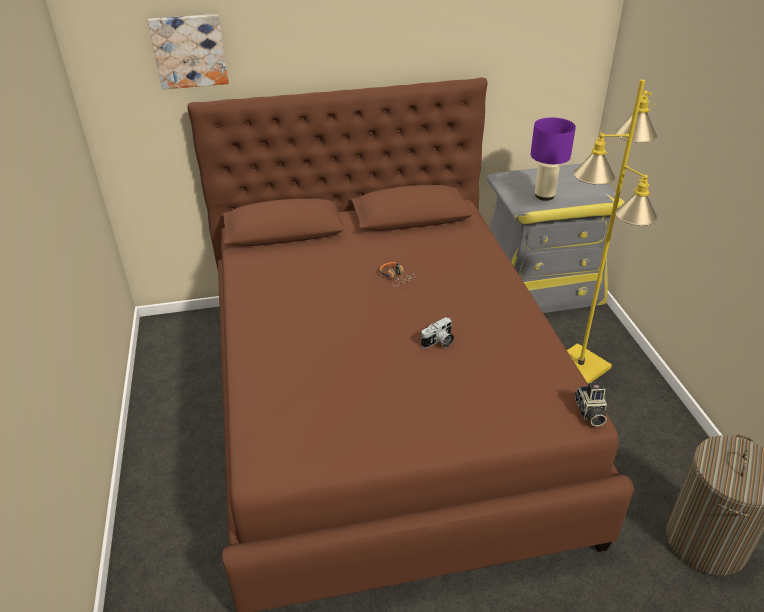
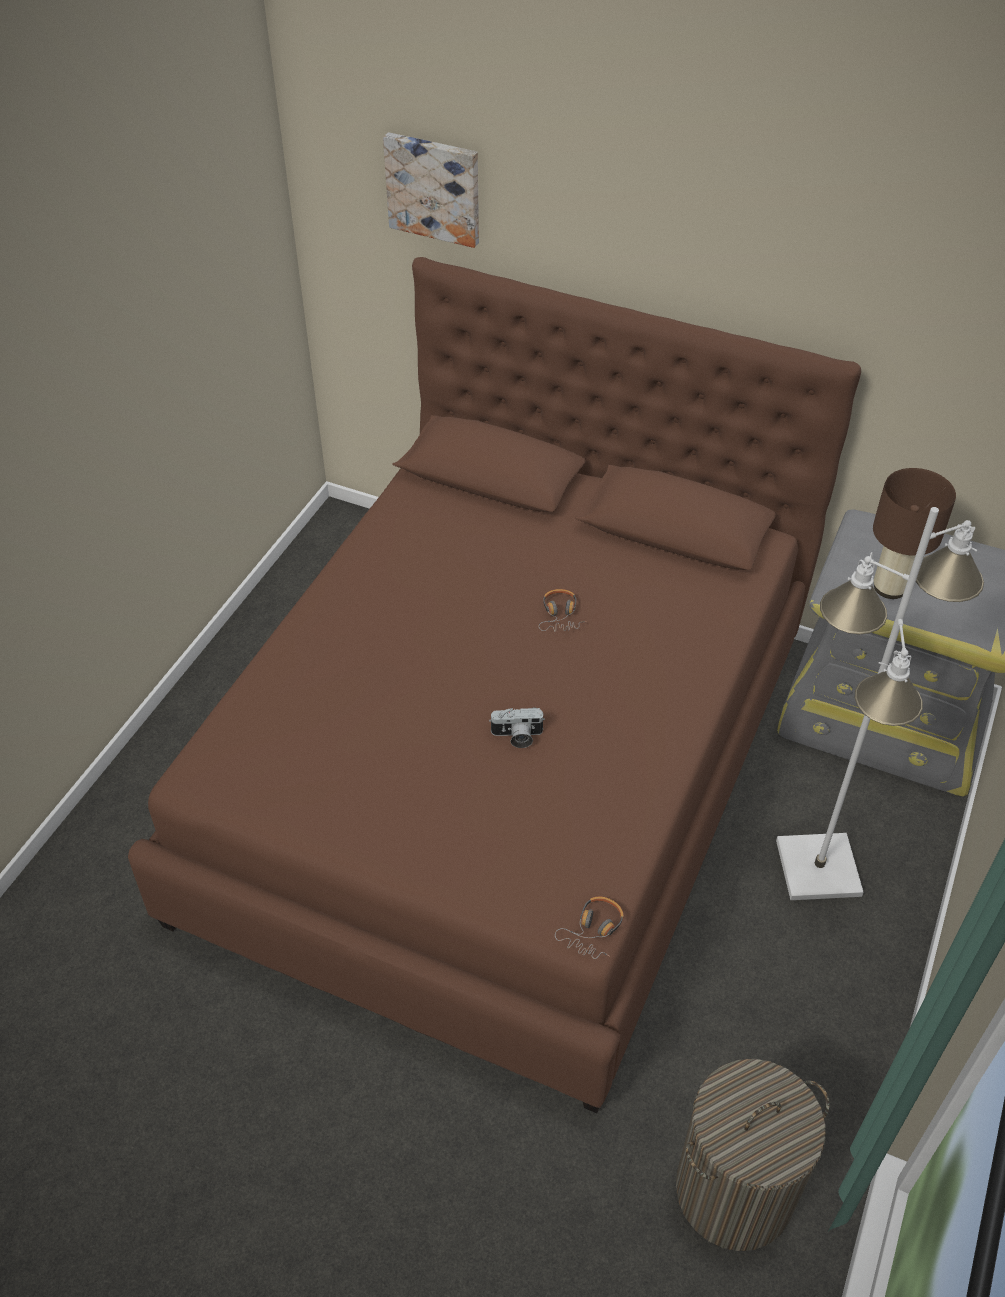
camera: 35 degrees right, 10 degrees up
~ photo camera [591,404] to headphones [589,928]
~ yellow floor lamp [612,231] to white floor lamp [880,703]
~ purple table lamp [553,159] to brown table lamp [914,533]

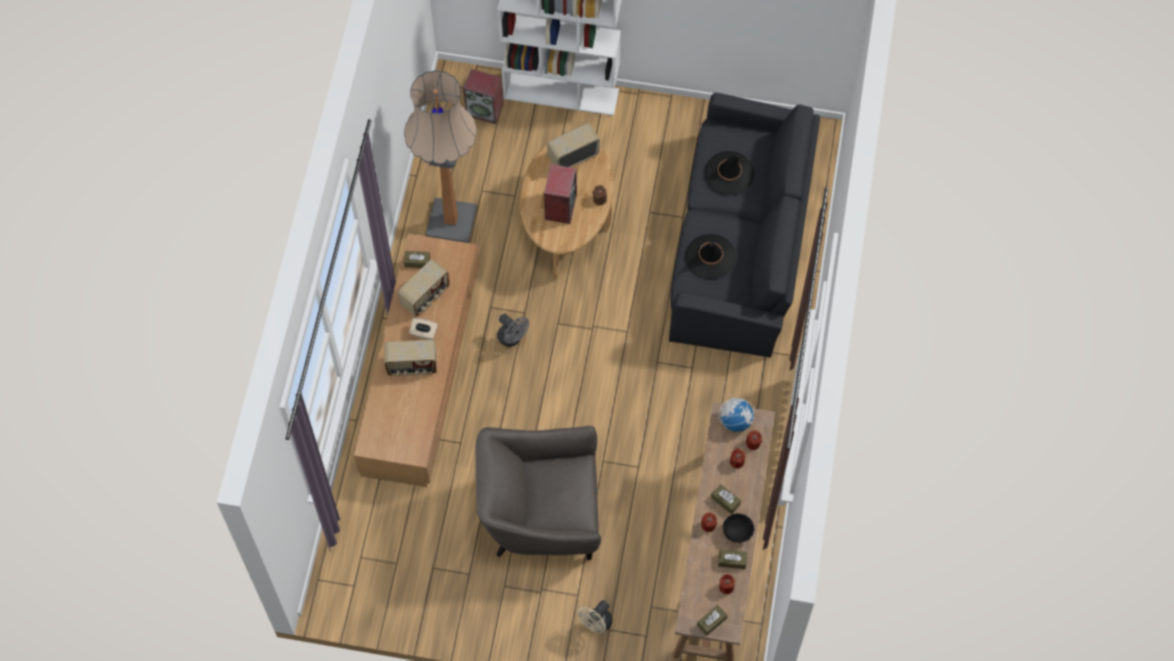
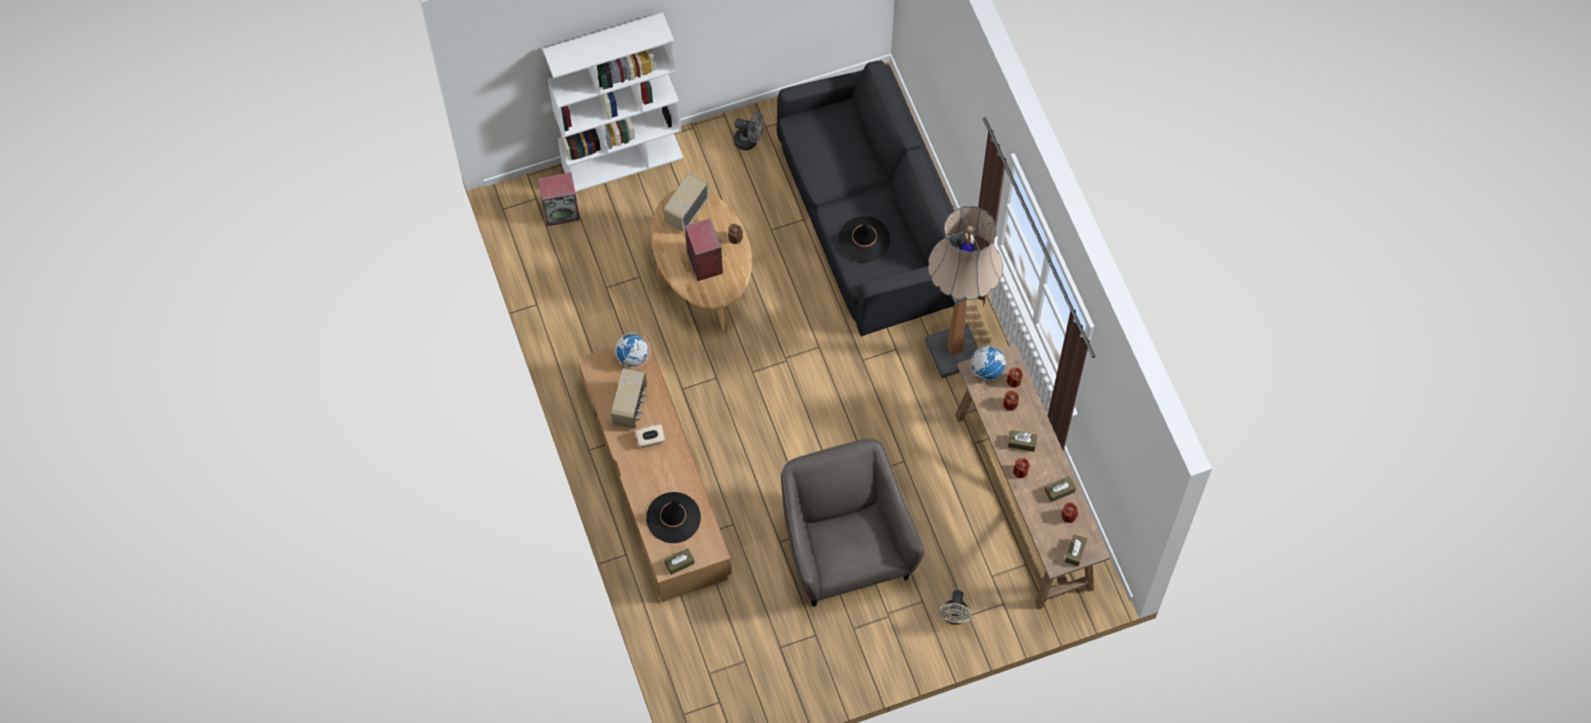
camera: 30 degrees left, 0 degrees up
+ globe [633,350]
~ black hat [729,173] to [673,517]
~ brown tissue box [417,259] to [679,561]
~ grey fan [513,330] to [749,131]
~ grey armchair [538,493] = [852,523] 105 degrees clockwise
~ floor lamp [440,156] to [964,292]
- radio [410,358]
- black bowl [738,528]

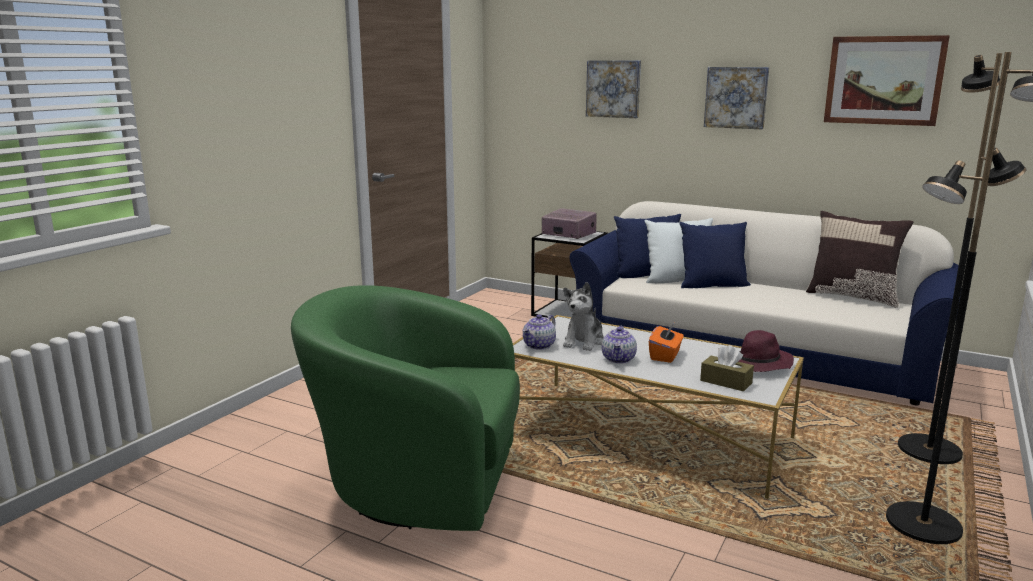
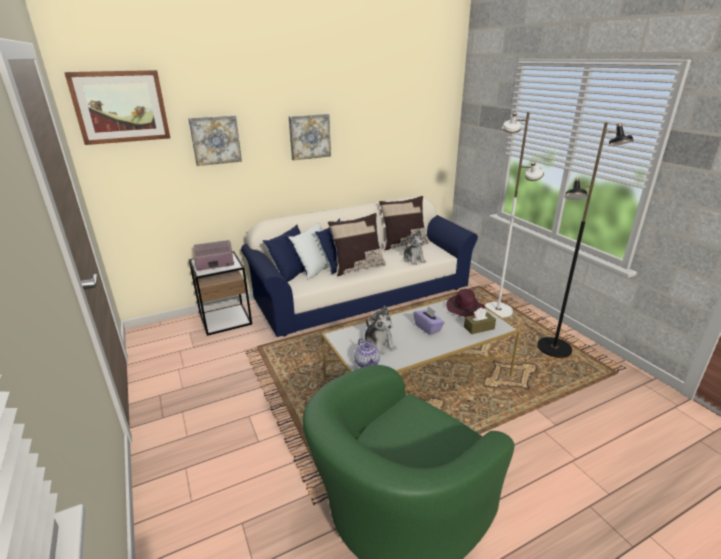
camera: 55 degrees left, 10 degrees up
~ picture [887,80] to [117,107]
+ pillow [357,245]
+ plush toy [414,247]
~ orange tissue box [666,342] to purple tissue box [428,320]
~ black floor lamp [962,258] to white floor lamp [514,215]
- teapot [619,345]

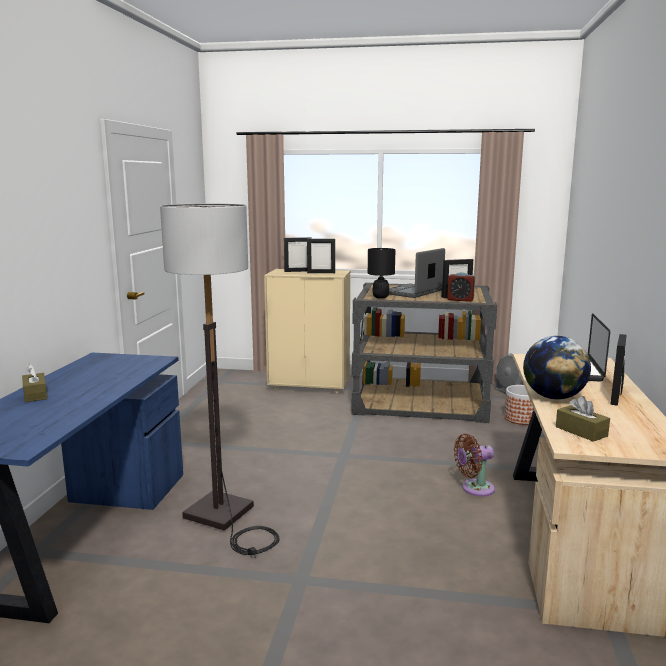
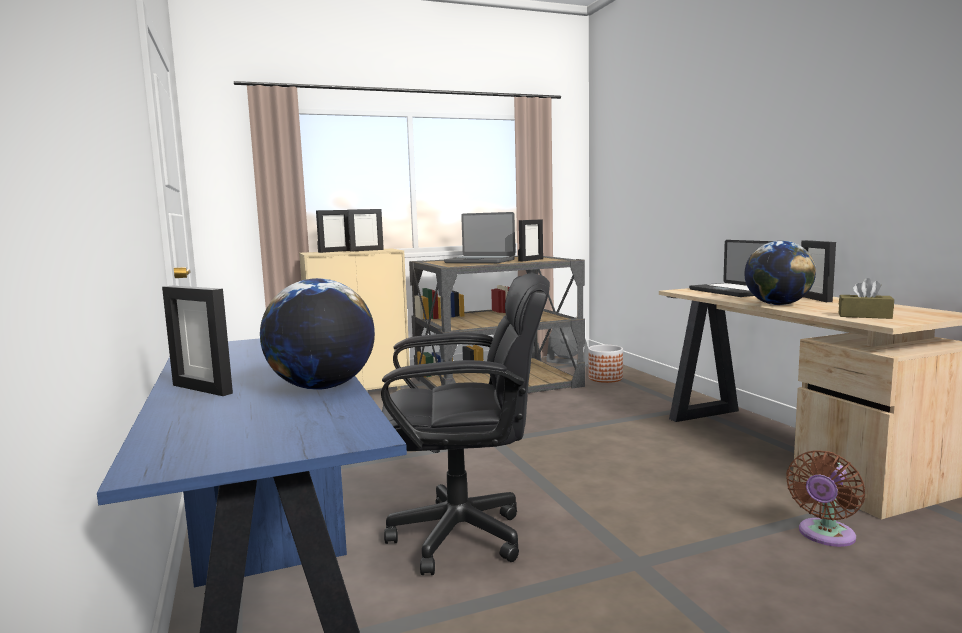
camera: 30 degrees left, 5 degrees down
~ brown tissue box [35,383] to picture frame [197,340]
+ globe [317,334]
~ floor lamp [220,381] to black office chair [465,424]
~ laptop [417,273] = [479,237] 75 degrees counterclockwise
~ brown fan [474,465] to [825,498]
- black table lamp [382,273]
- alarm clock [461,287]

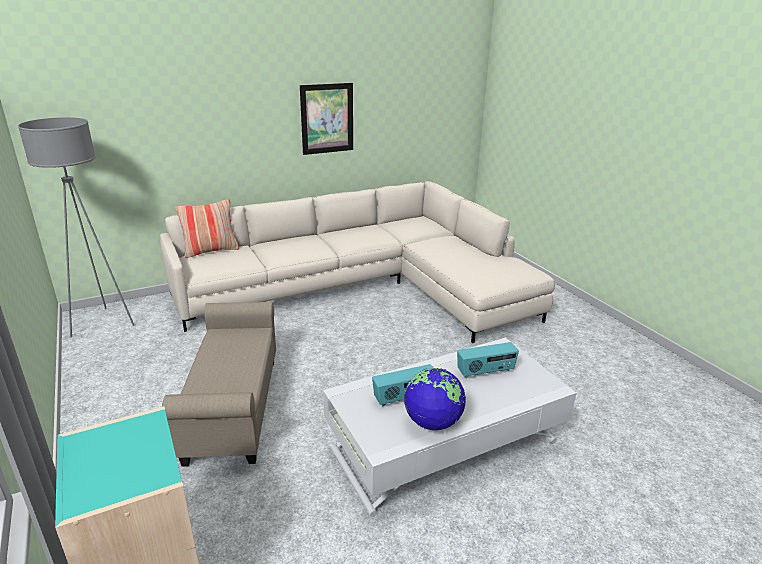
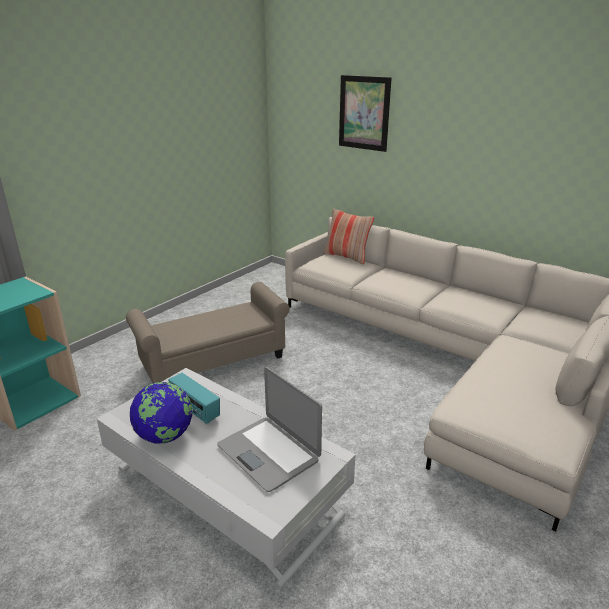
camera: 65 degrees right, 0 degrees up
~ radio [488,360] to laptop [269,429]
~ picture [326,119] to [365,113]
- grey floor lamp [76,227]

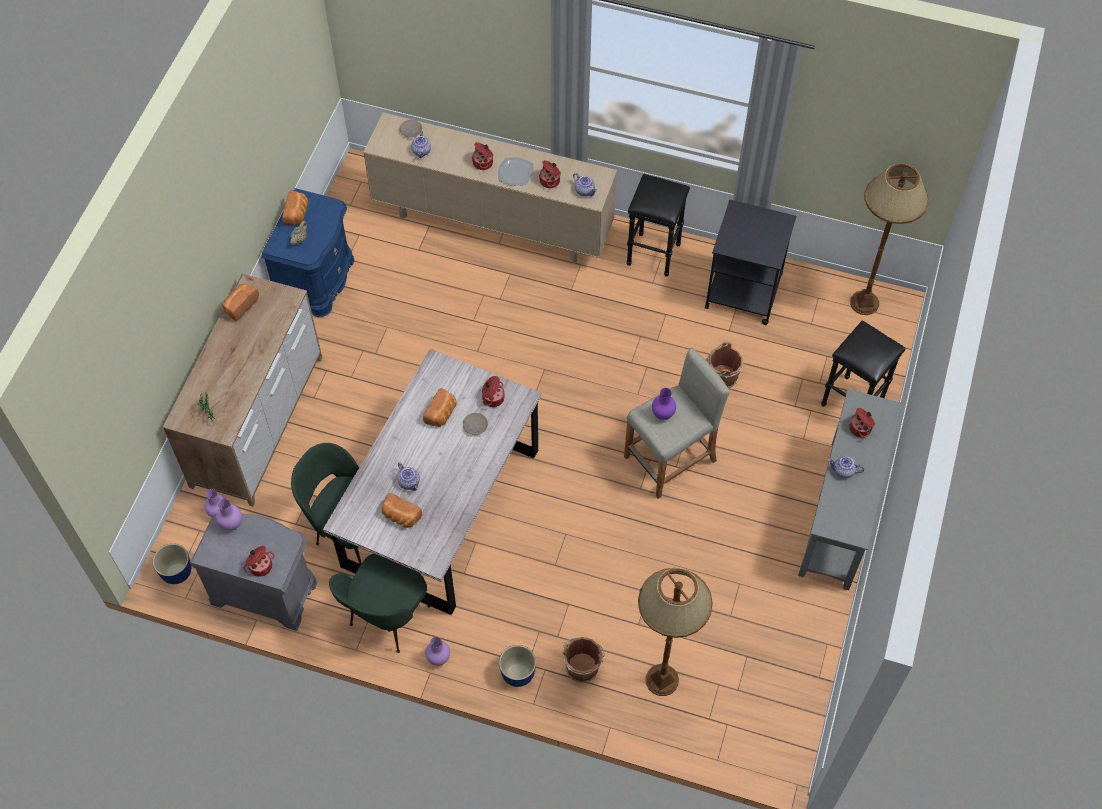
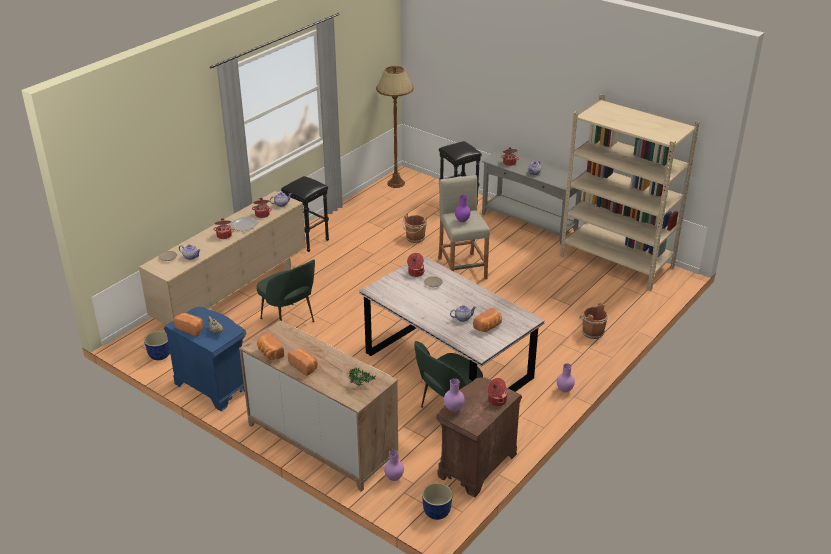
camera: 70 degrees left, 25 degrees down
~ planter [517,666] to [157,345]
~ green chair [380,603] to [286,290]
~ bread [440,407] to [303,362]
~ grey nightstand [253,572] to brown nightstand [479,437]
+ beige bookcase [629,192]
- brown floor lamp [675,632]
- black cart [750,262]

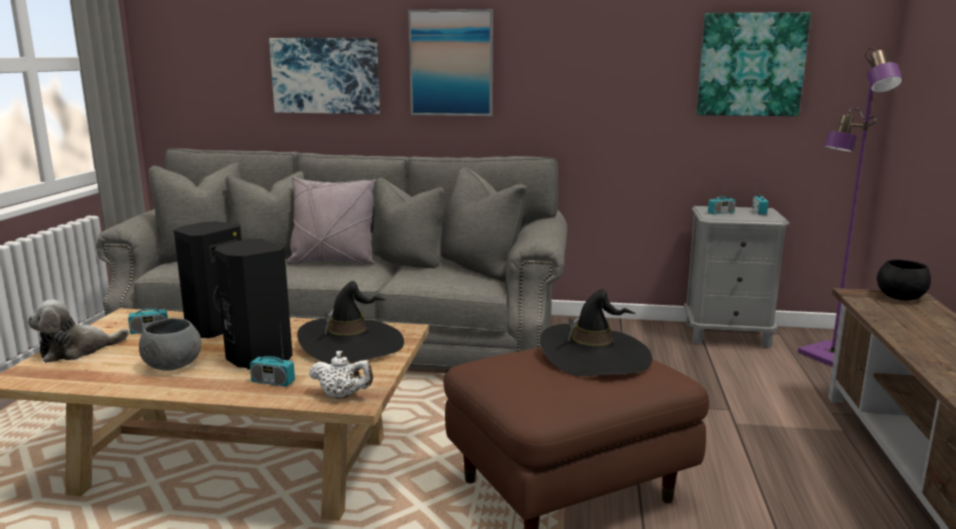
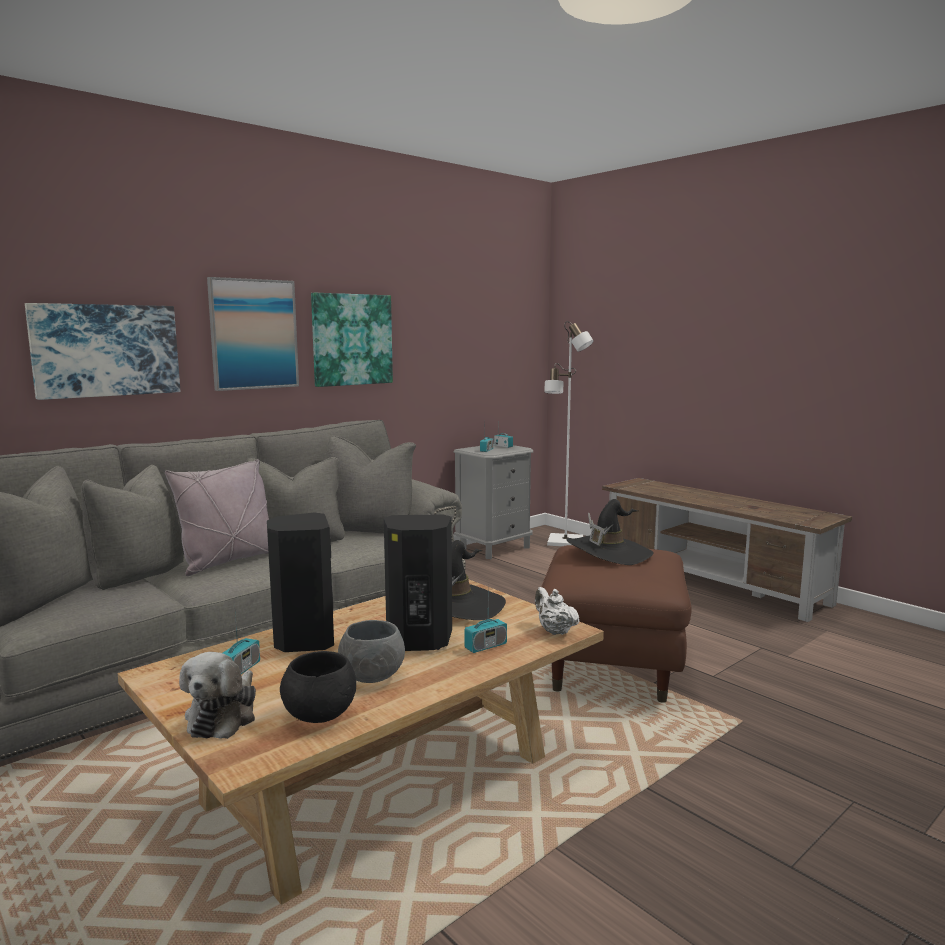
camera: 50 degrees left, 5 degrees down
~ black bowl [904,280] to [318,687]
~ picture [754,64] to [352,340]
~ white teapot [341,374] = [557,611] 90 degrees counterclockwise
~ purple floor lamp [850,206] to white floor lamp [569,433]

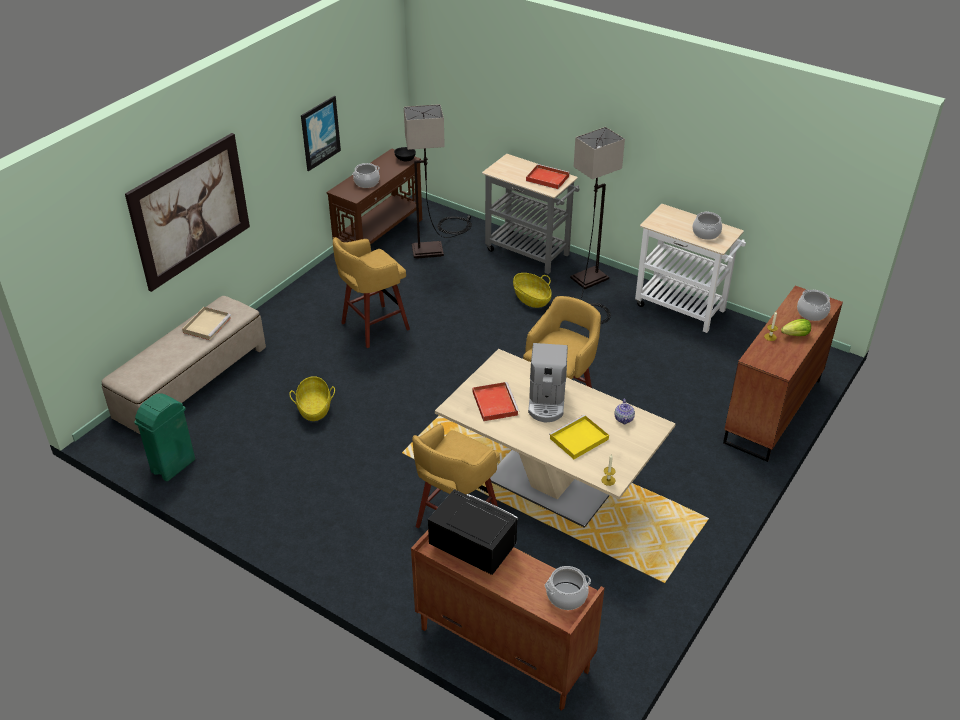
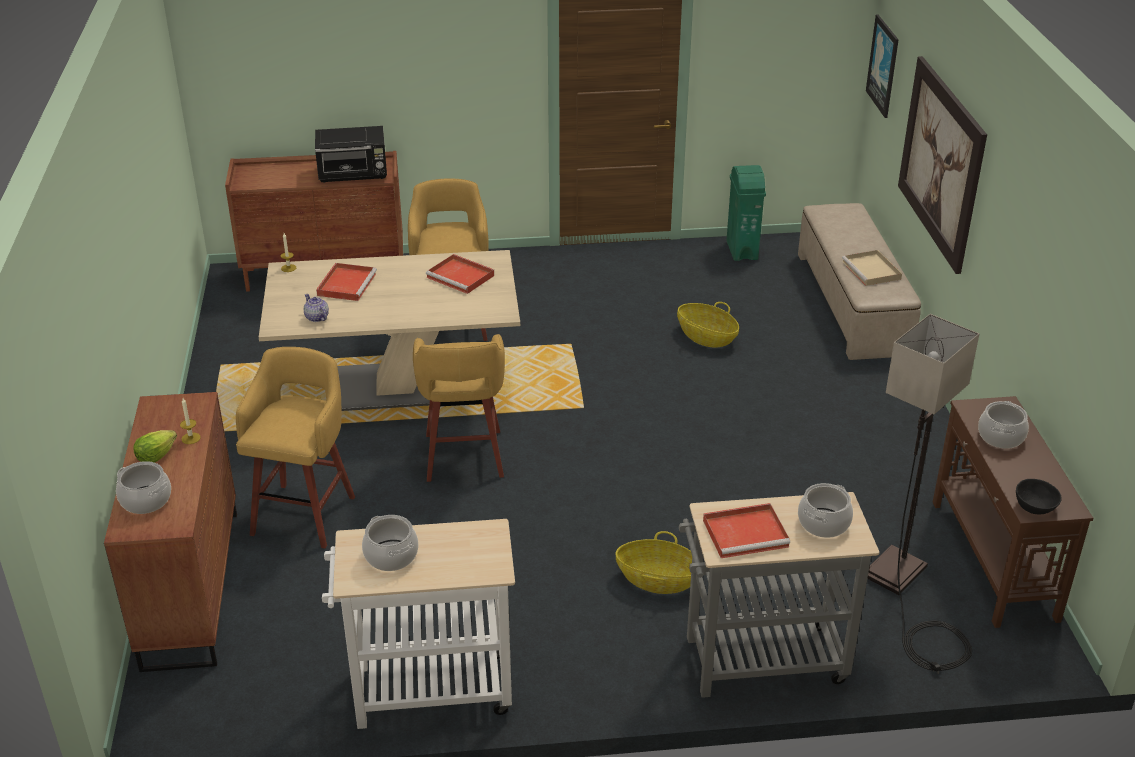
camera: 140 degrees right, 5 degrees down
~ yellow stool [371,292] to [295,448]
~ yellow tray [579,437] to red tray [346,282]
~ cooking pot [568,588] to [825,510]
~ picture [321,133] to [882,66]
- coffee machine [548,382]
- floor lamp [597,225]

